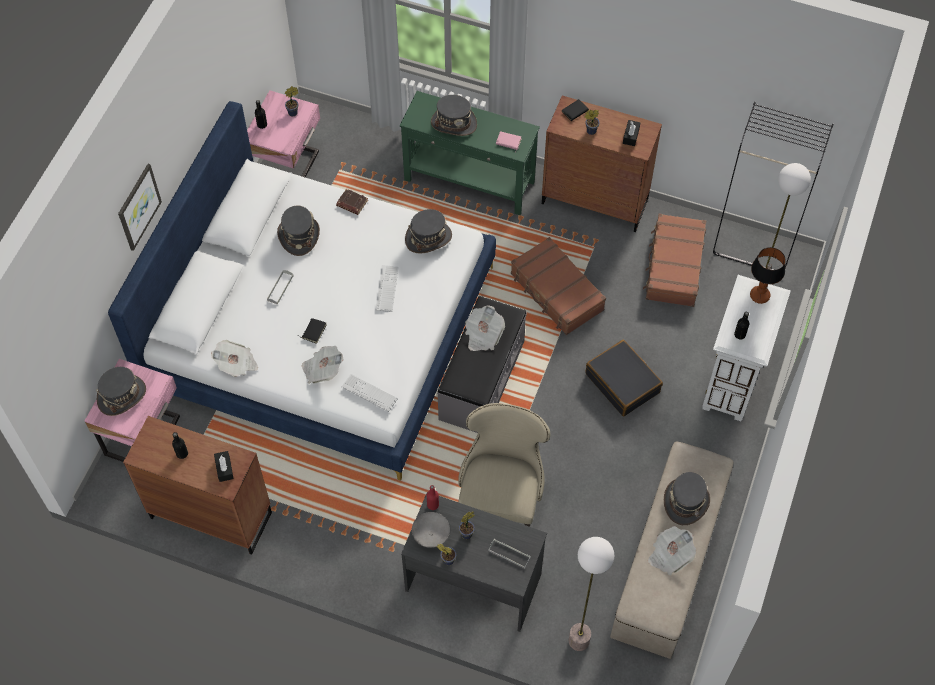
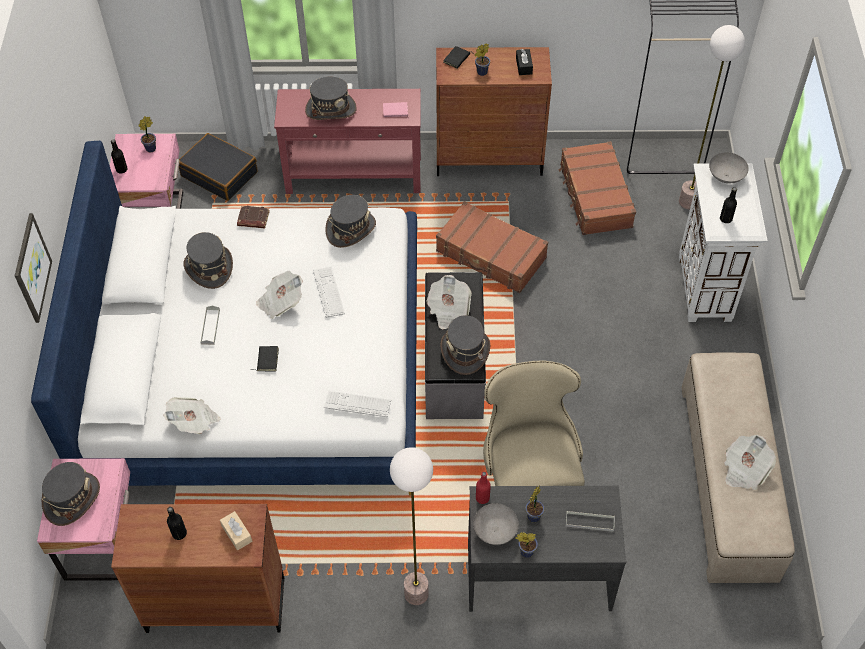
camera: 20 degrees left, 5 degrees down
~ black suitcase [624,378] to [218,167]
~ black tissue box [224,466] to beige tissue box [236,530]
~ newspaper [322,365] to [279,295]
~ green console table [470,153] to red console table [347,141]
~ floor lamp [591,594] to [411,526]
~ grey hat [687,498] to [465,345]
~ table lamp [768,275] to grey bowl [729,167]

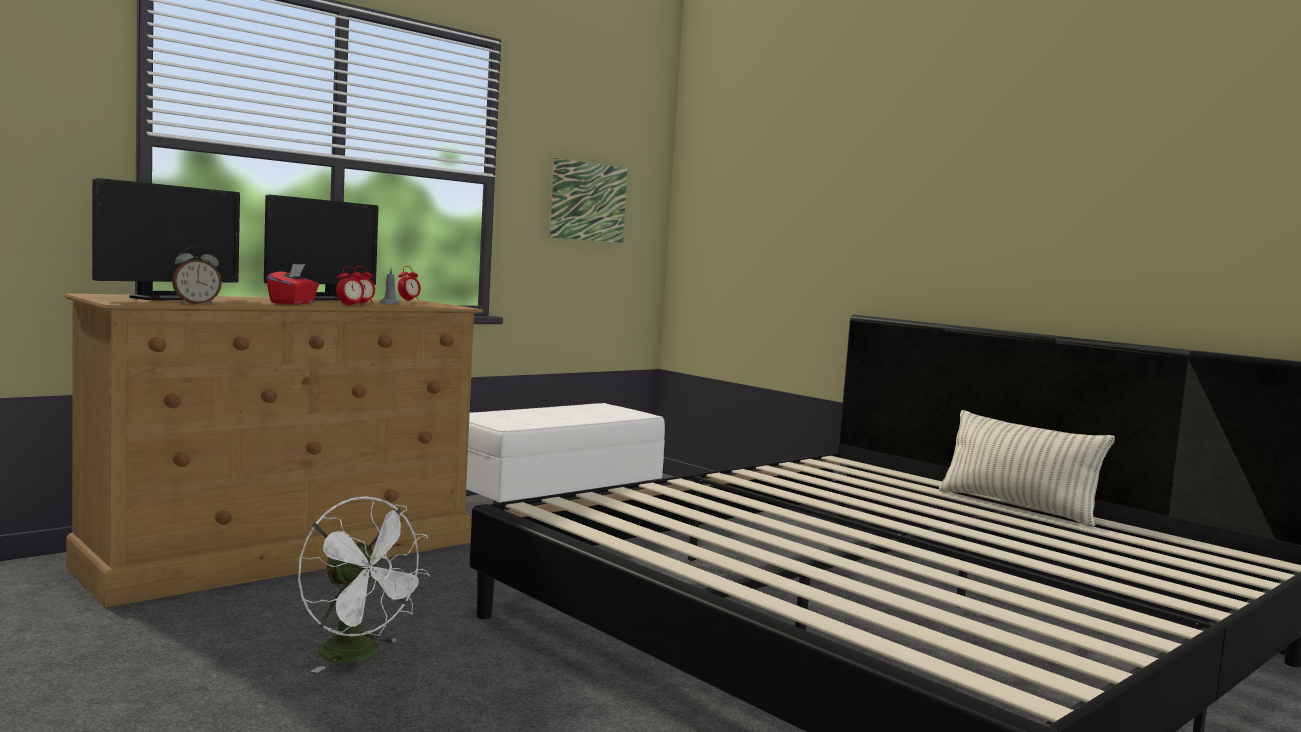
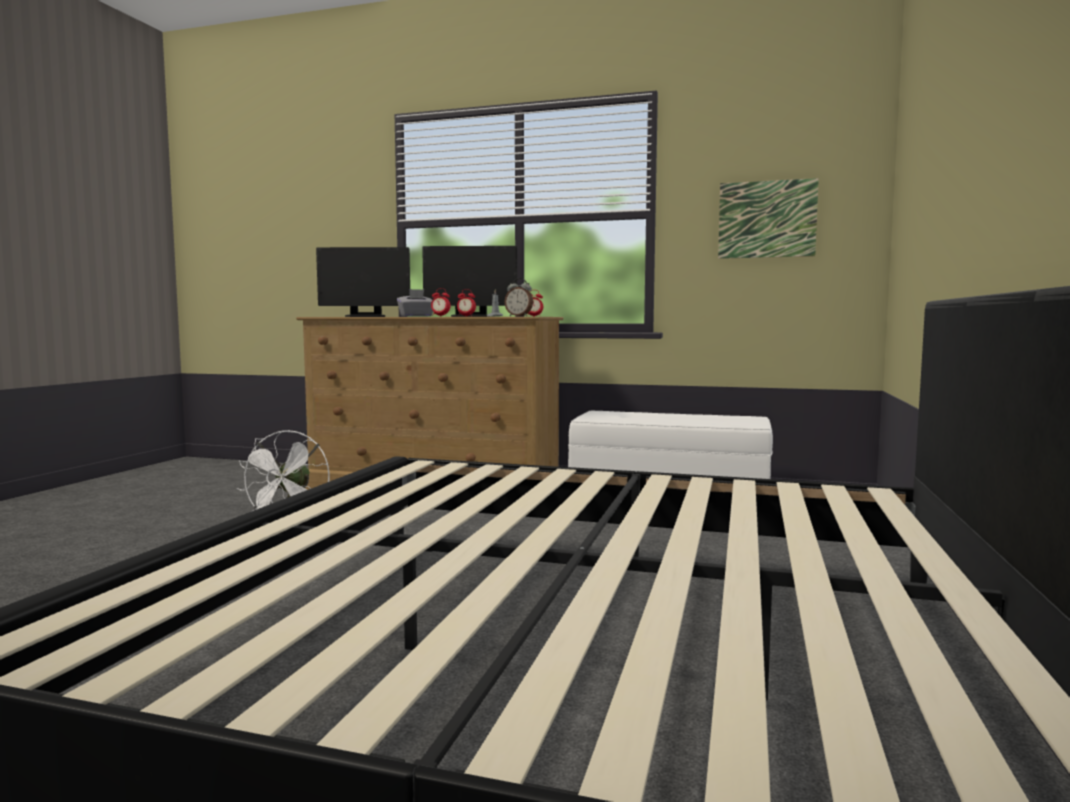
camera: 60 degrees right, 0 degrees up
~ red tissue box [292,284] to grey tissue box [415,303]
~ alarm clock [197,274] to [518,297]
- pillow [1027,468]

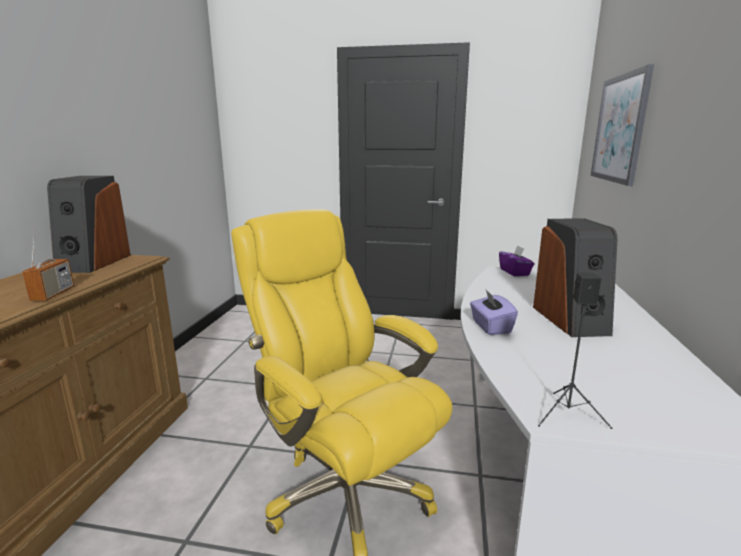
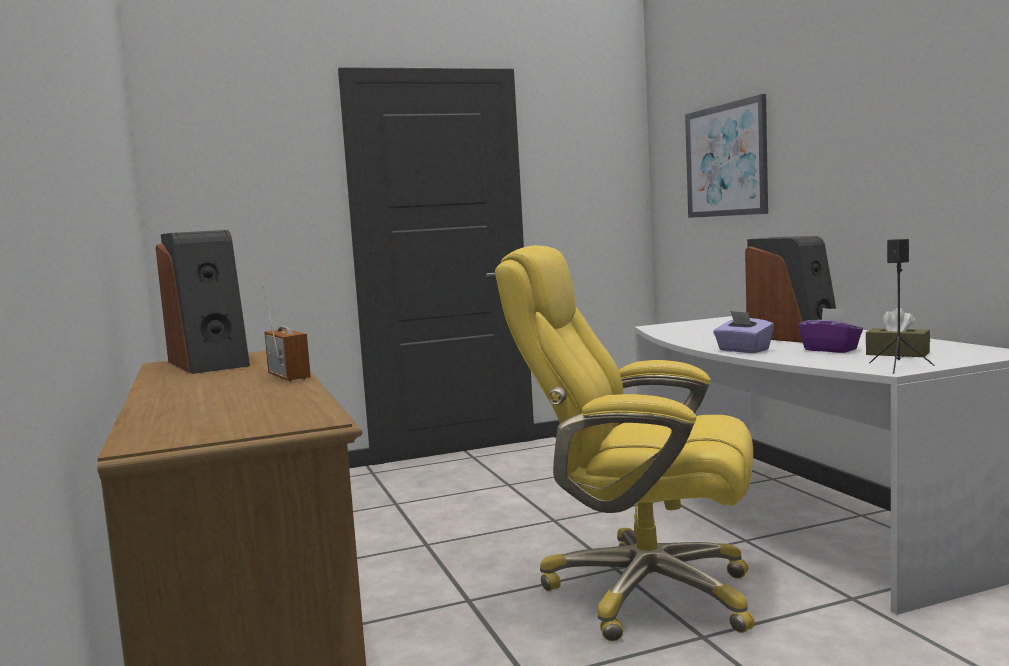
camera: 30 degrees left, 10 degrees down
~ purple tissue box [516,260] to [830,330]
+ brown tissue box [898,332]

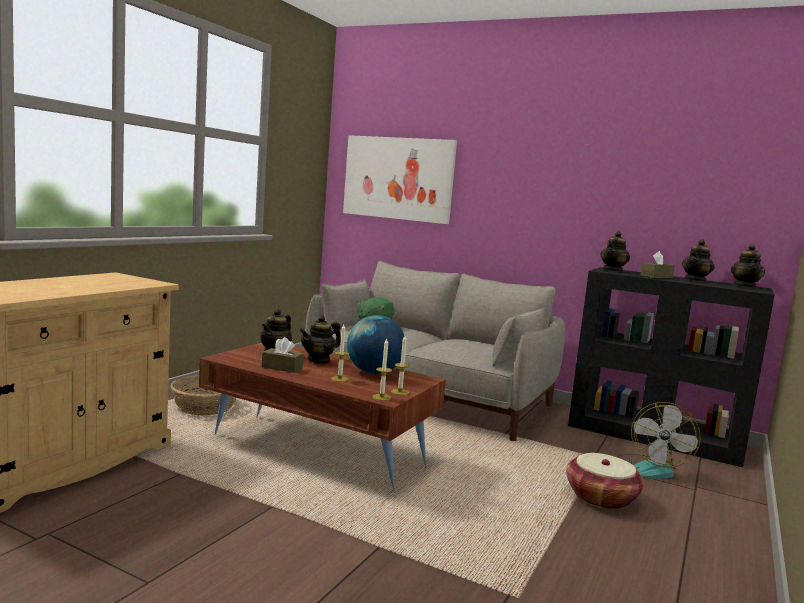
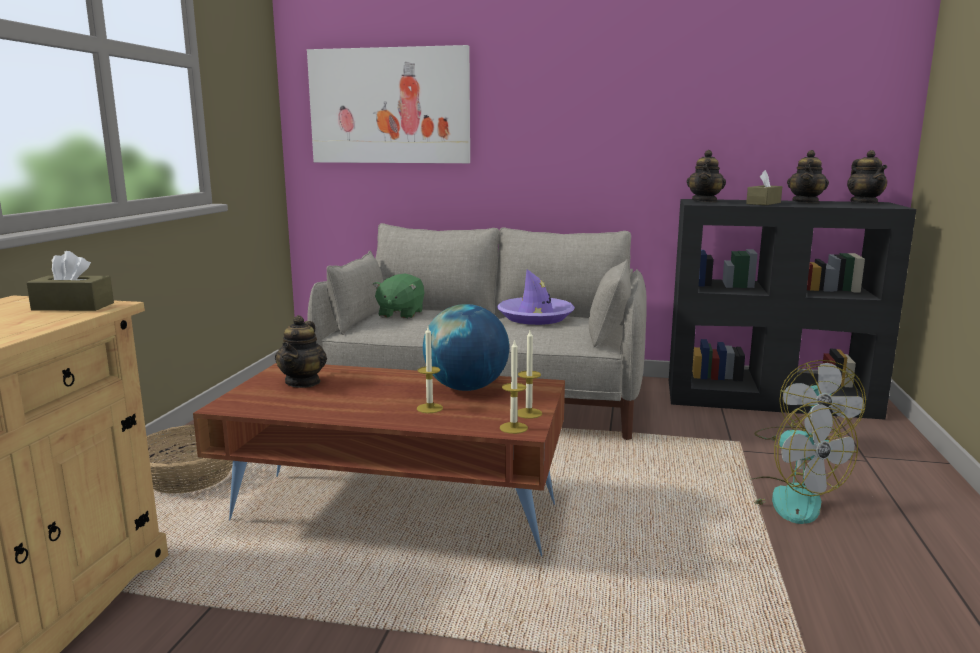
camera: 15 degrees left, 5 degrees up
~ brown tissue box [283,355] to [70,281]
+ purple hat [536,297]
~ basket [605,481] to fan [805,462]
- teapot [320,339]

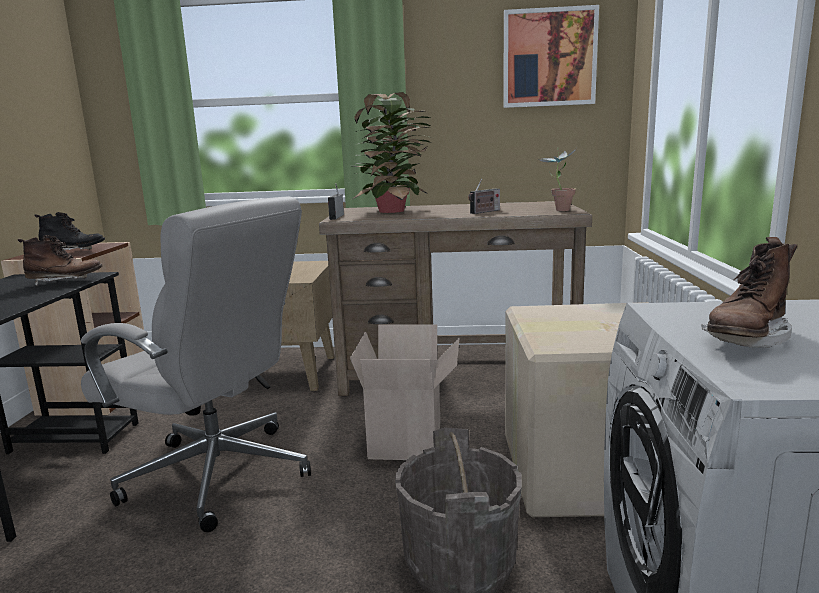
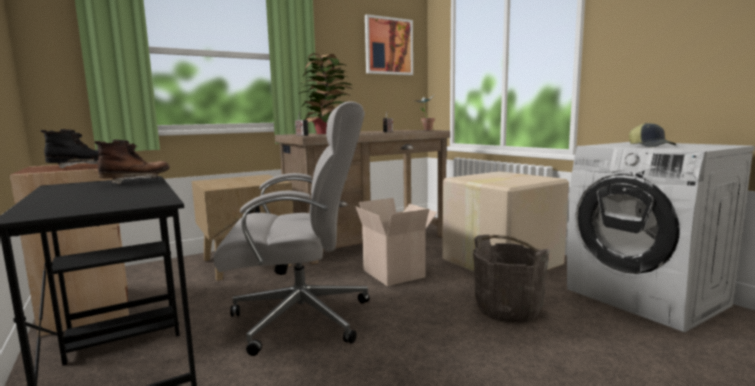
camera: 35 degrees left, 5 degrees down
~ brown boot [749,292] to cap [653,135]

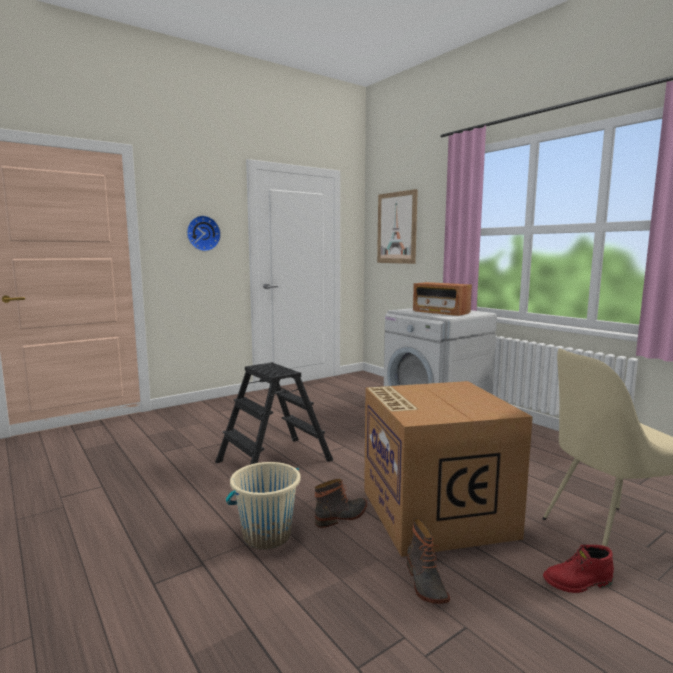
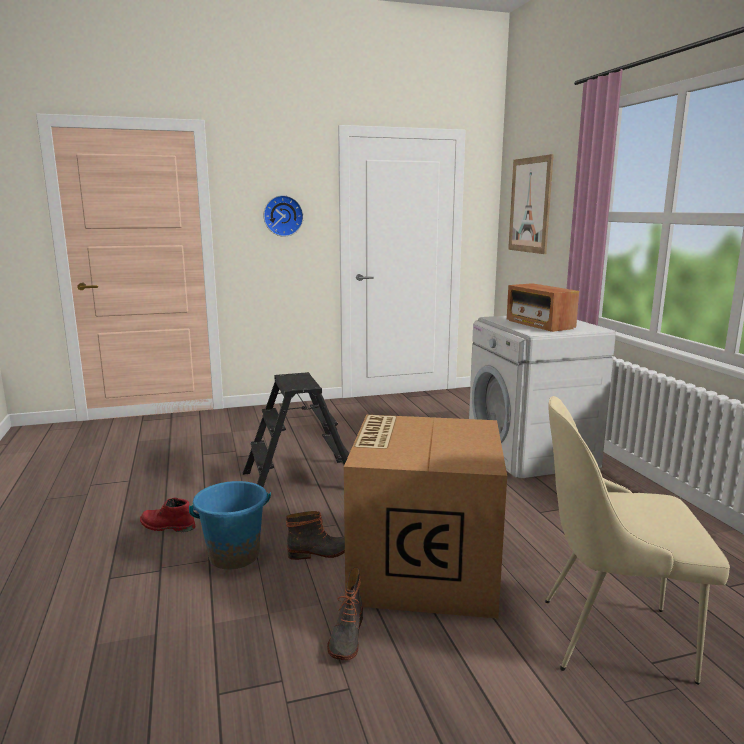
camera: 20 degrees right, 5 degrees up
~ red boot [578,568] to [167,515]
~ beige bucket [263,505] to blue bucket [230,525]

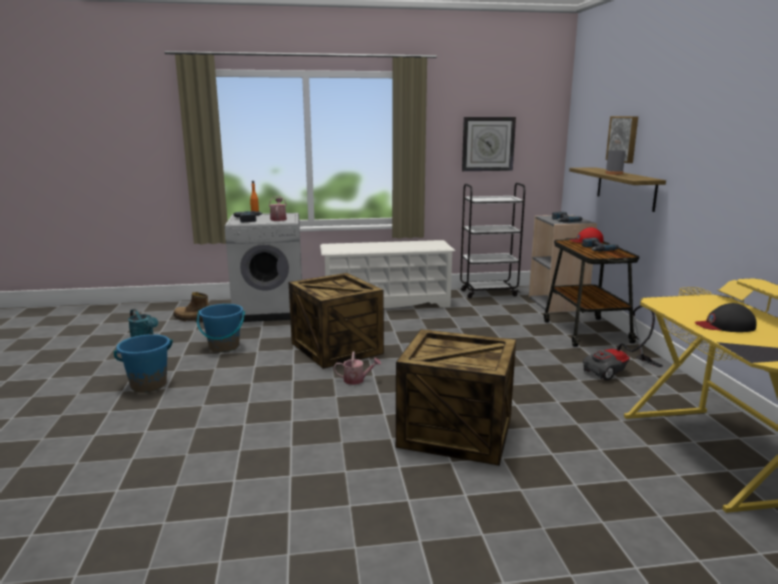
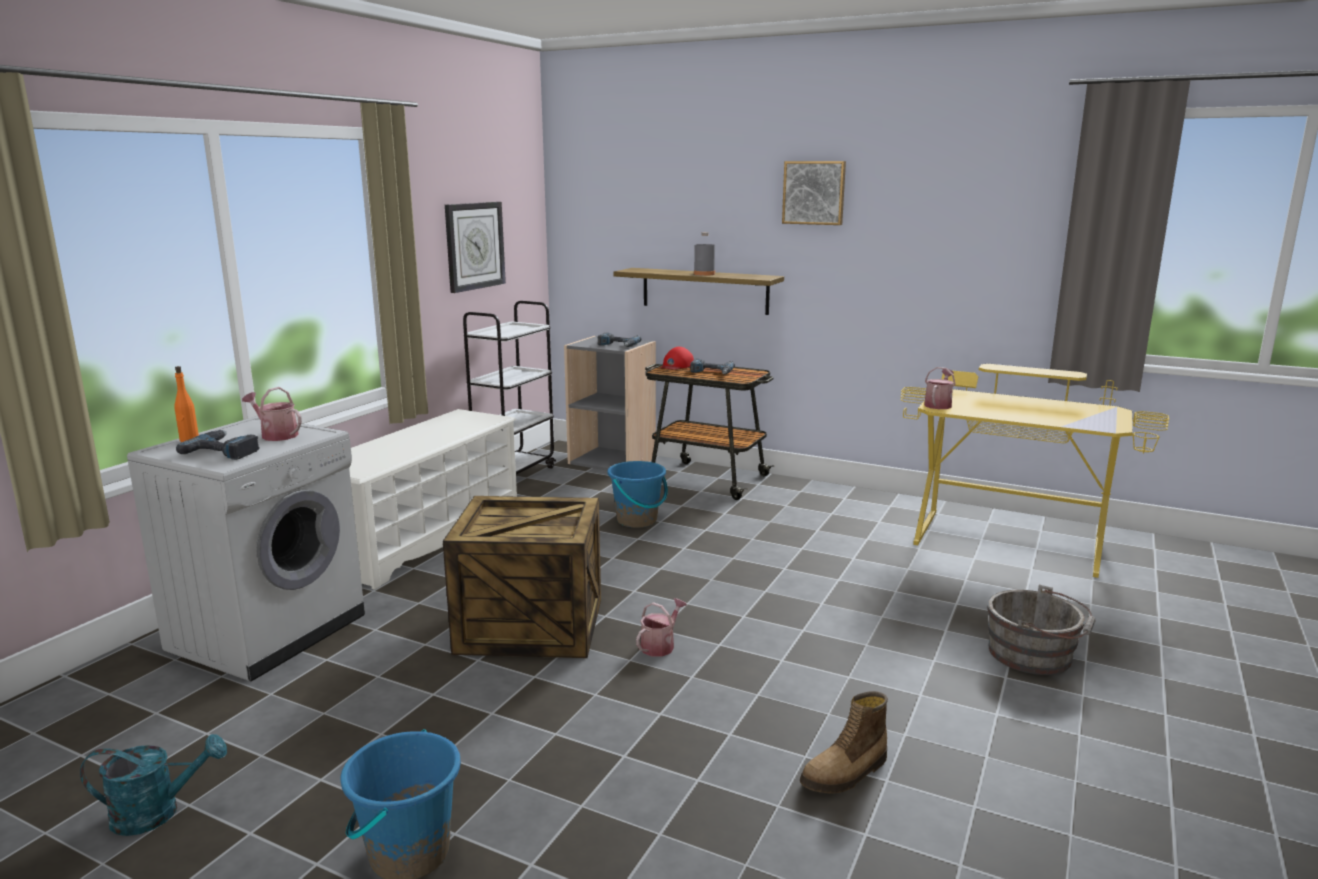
camera: 55 degrees left, 0 degrees up
~ blue bucket [221,328] to [637,494]
~ picture [622,139] to [814,193]
~ boot [191,307] to [844,742]
+ watering can [940,388]
+ grey bucket [1041,630]
- crate [456,397]
- vacuum cleaner [623,343]
- black cap [726,317]

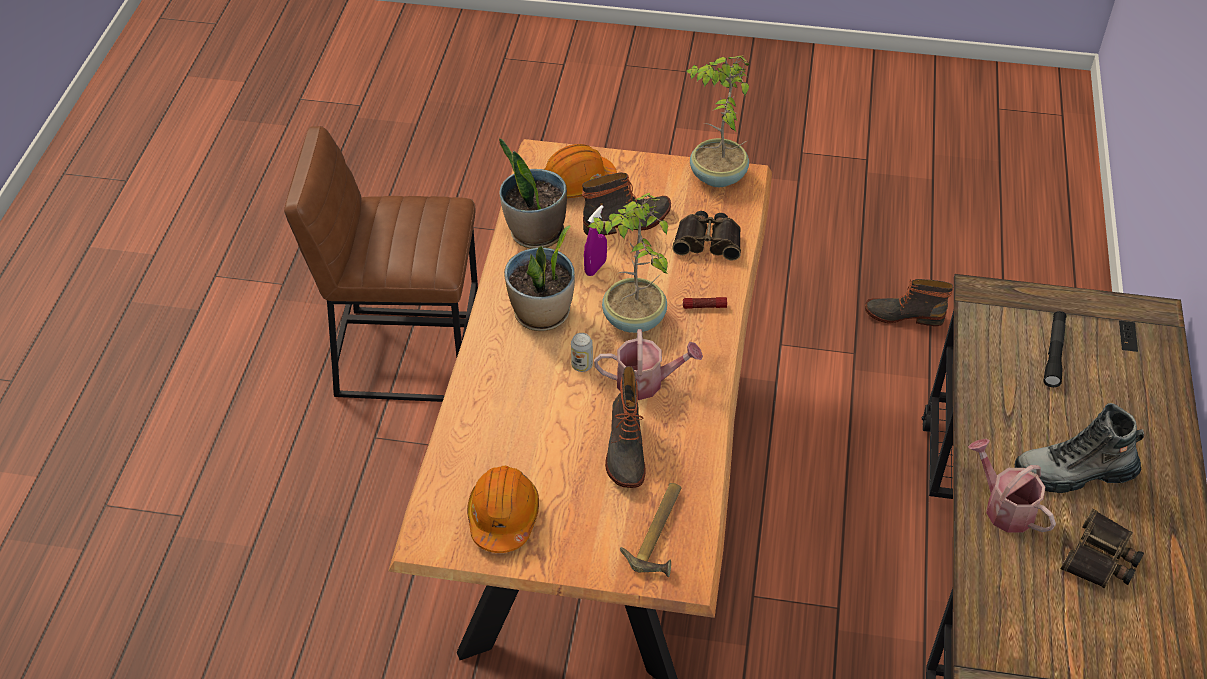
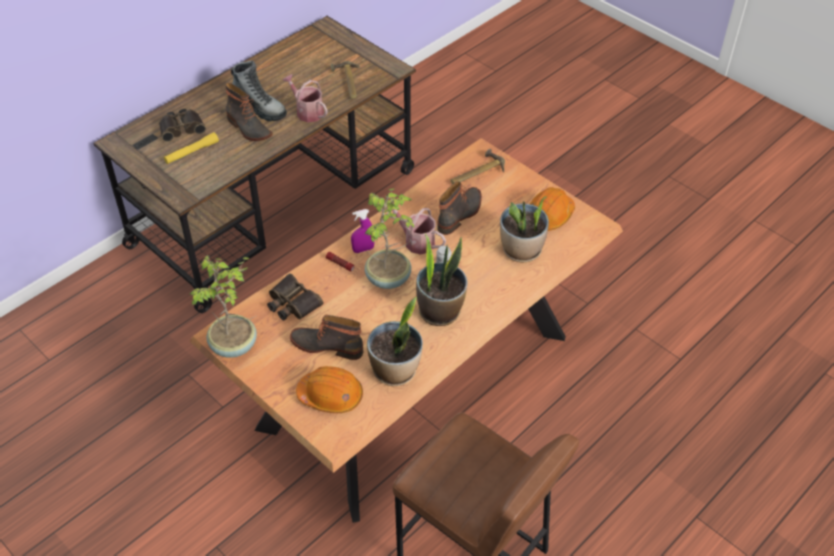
camera: 145 degrees left, 0 degrees up
~ binoculars [1102,548] to [182,125]
~ black flashlight [1054,349] to yellow flashlight [191,148]
~ boot [909,302] to [248,112]
~ watering can [1012,486] = [305,98] 135 degrees clockwise
+ hammer [345,80]
~ purple spray bottle [595,240] to [363,231]
+ potted plant [524,229]

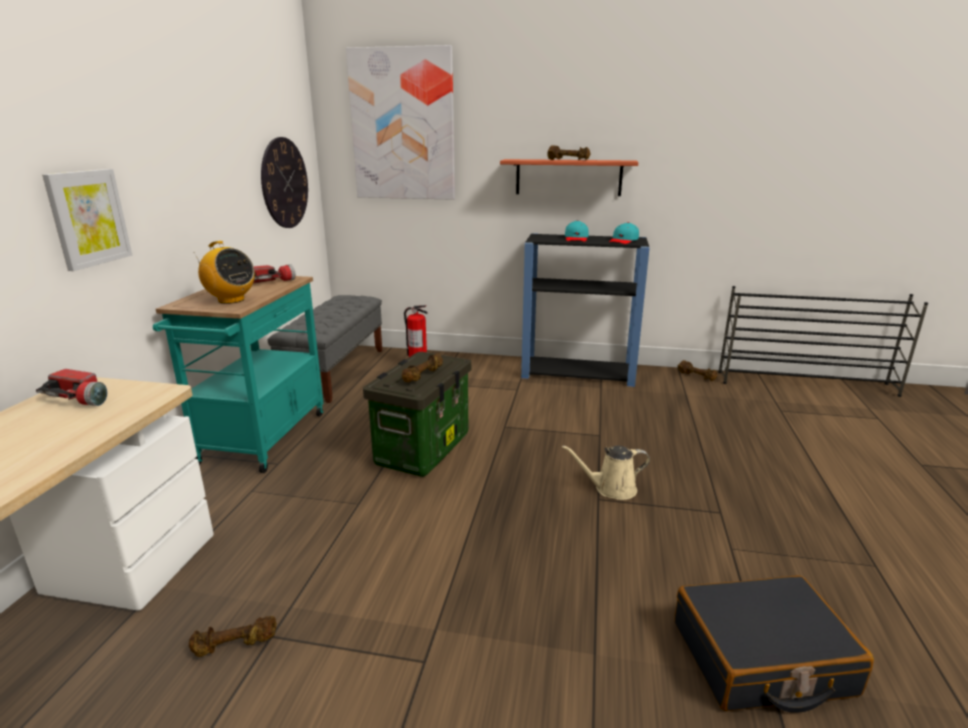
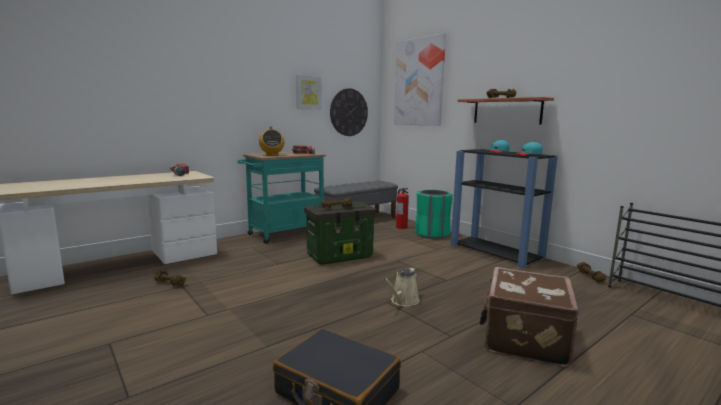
camera: 40 degrees right, 10 degrees down
~ picture [87,220] to [309,92]
~ beige watering can [606,472] = [402,287] 90 degrees counterclockwise
+ green trash can [434,214]
+ brown suitcase [529,317]

